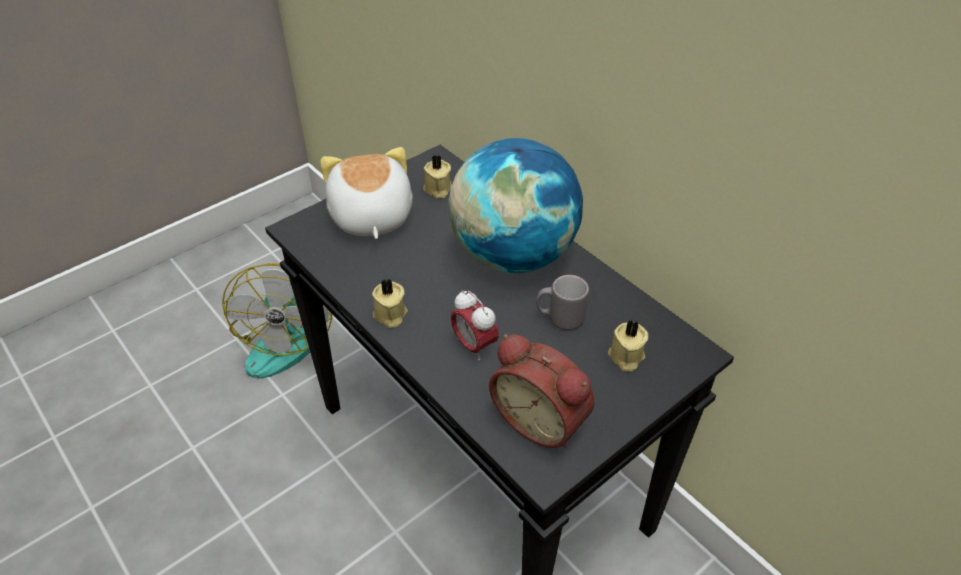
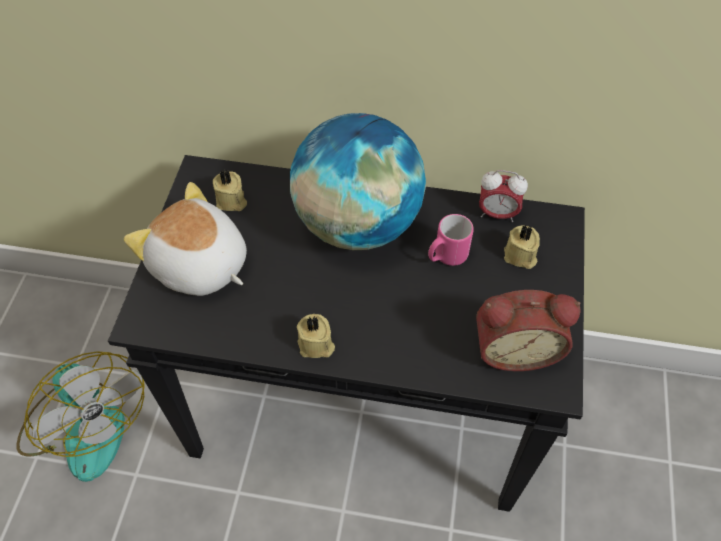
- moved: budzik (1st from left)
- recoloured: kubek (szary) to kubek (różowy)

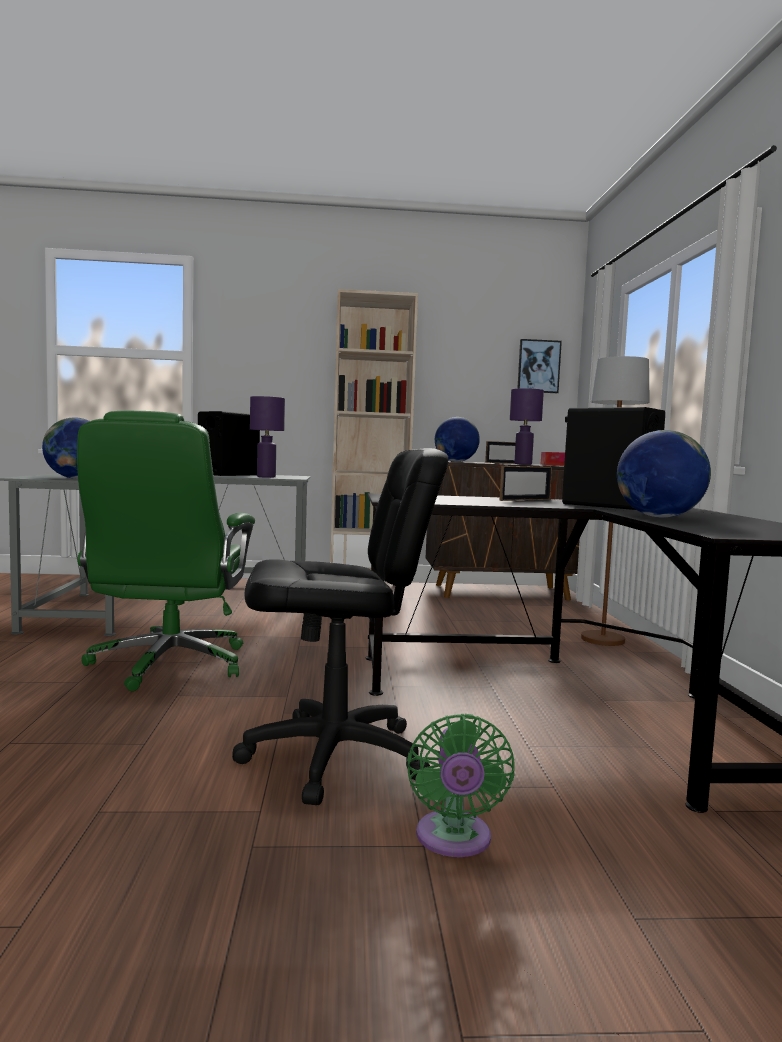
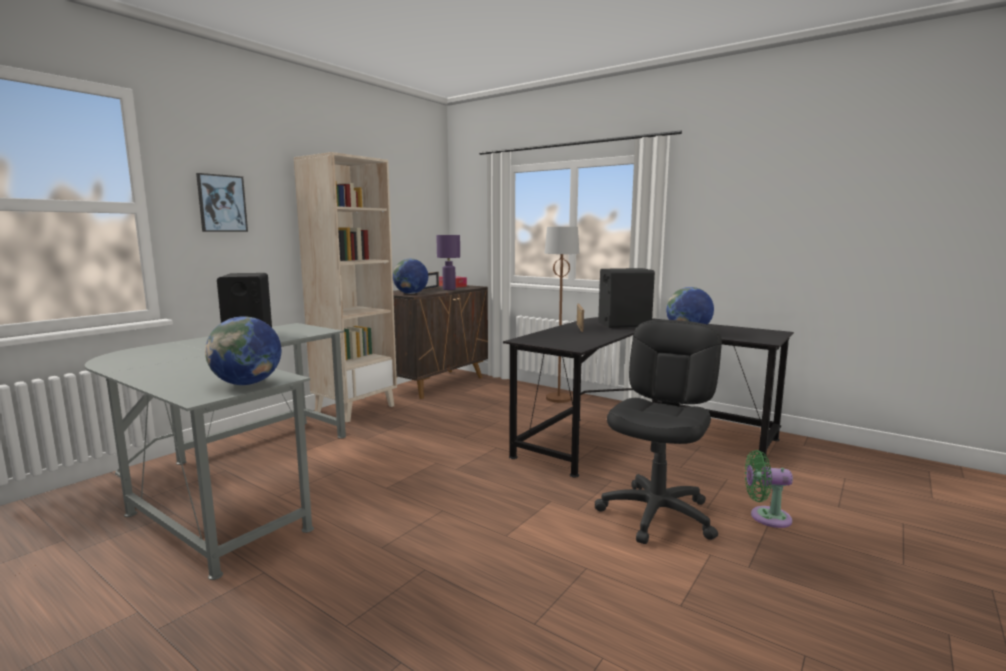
- removed: krzesło biurowe (zielony)
- removed: lampa stołowa (fioletowy) (1st from left)
- moved: obraz
- turned: wentylator (zielony) 150 degrees clockwise

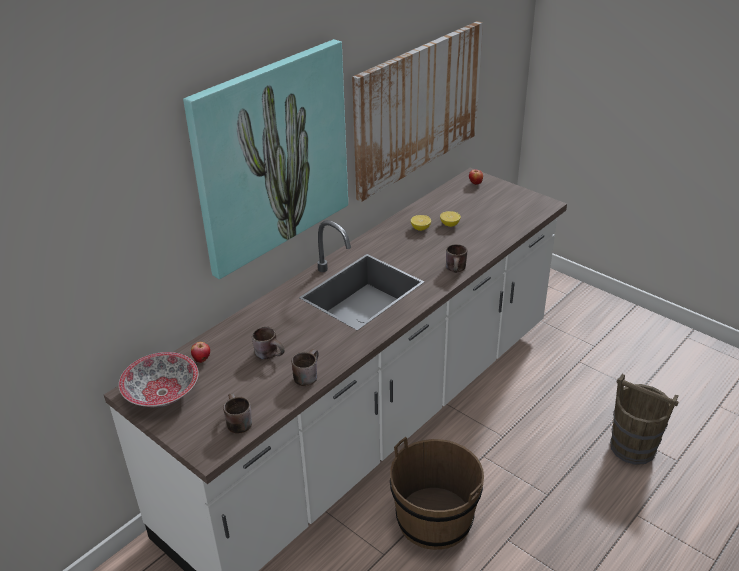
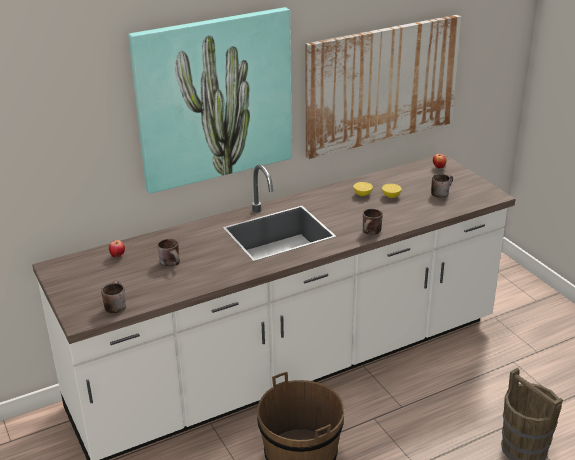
- removed: miska
- moved: kubek (brązowy) (3rd from left in the first image) to kubek (brązowy) (4th from left)

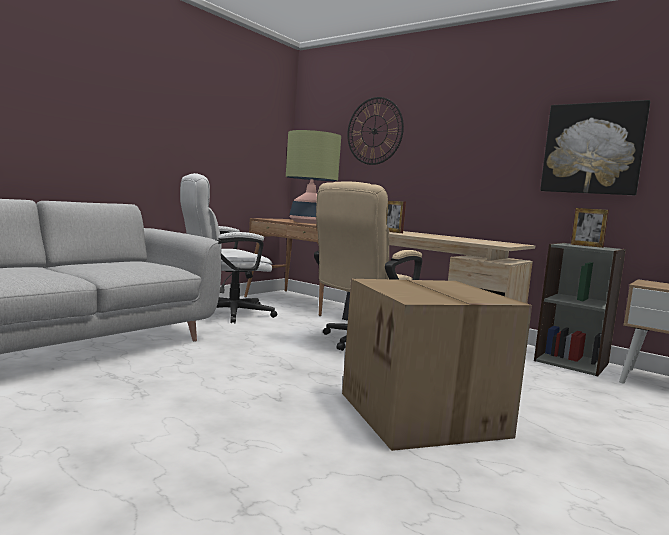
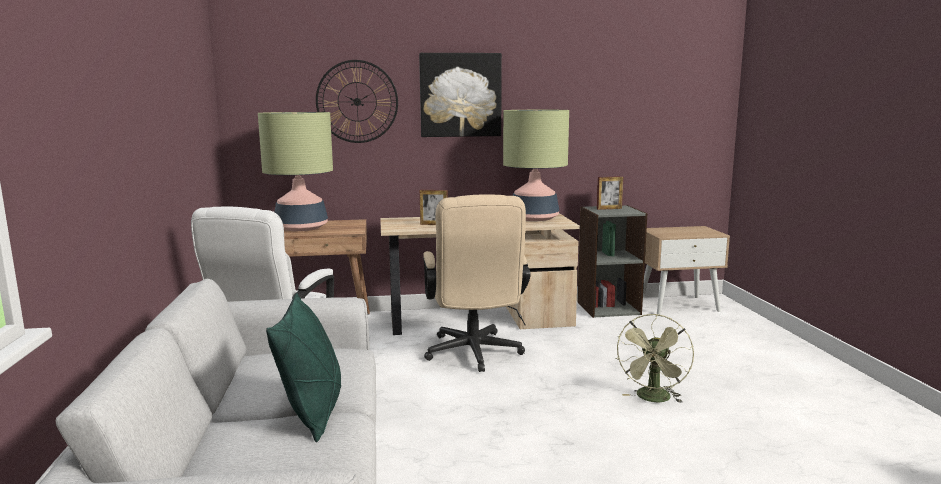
- added: poduszka (zielony)
- added: lampa stołowa (2nd from left)
- moved: obraz
- replaced: karton to wentylator (zielony)

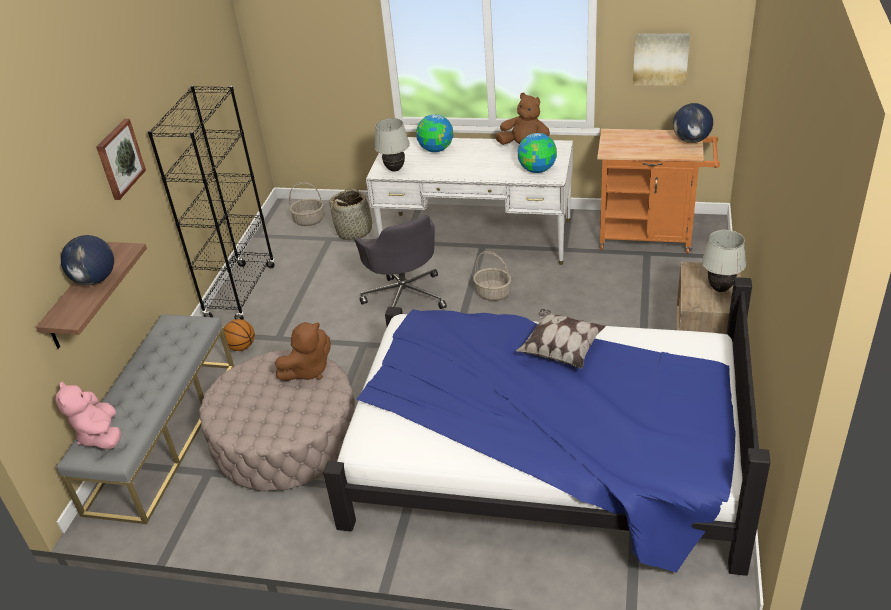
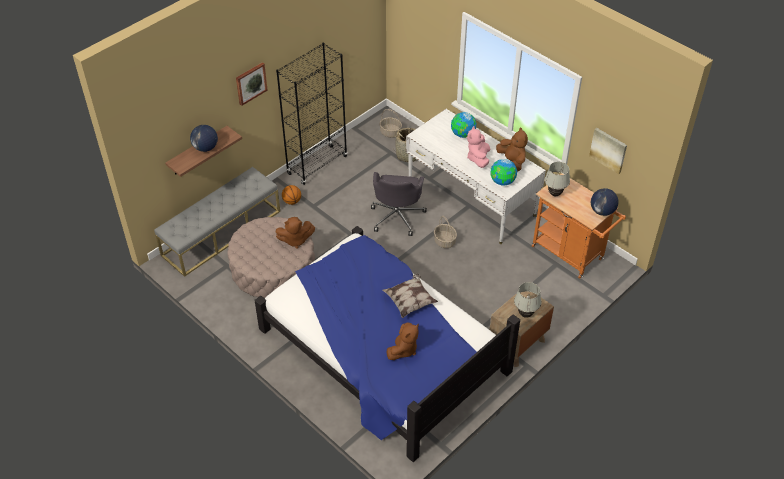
- added: pluszak (brązowy) (2nd from left)
- moved: pluszak (różowy)
- moved: lampa stołowa (biały) (1st from left in the first image) to lampa stołowa (biały) (2nd from left)

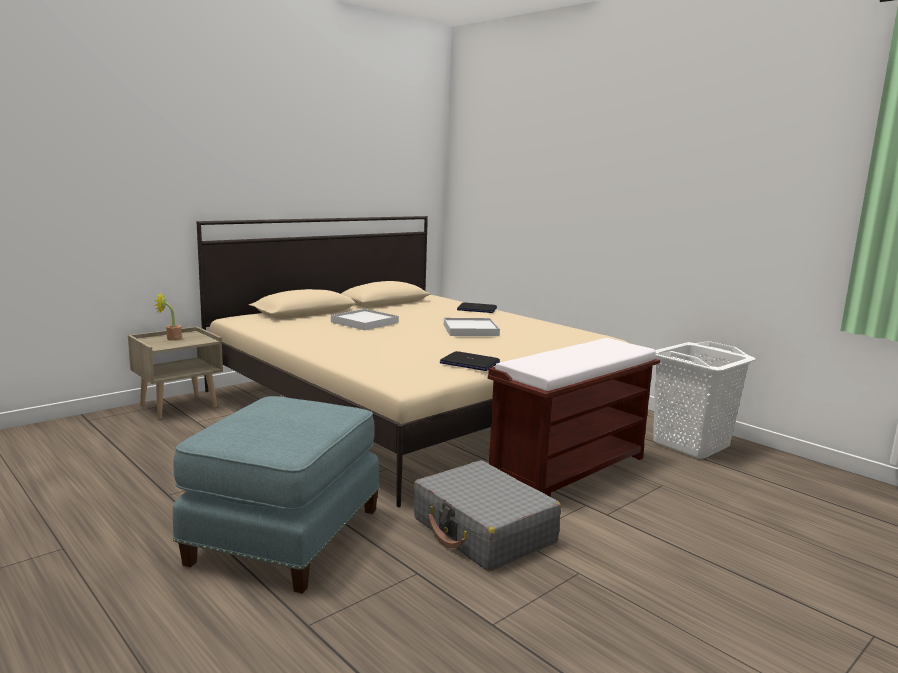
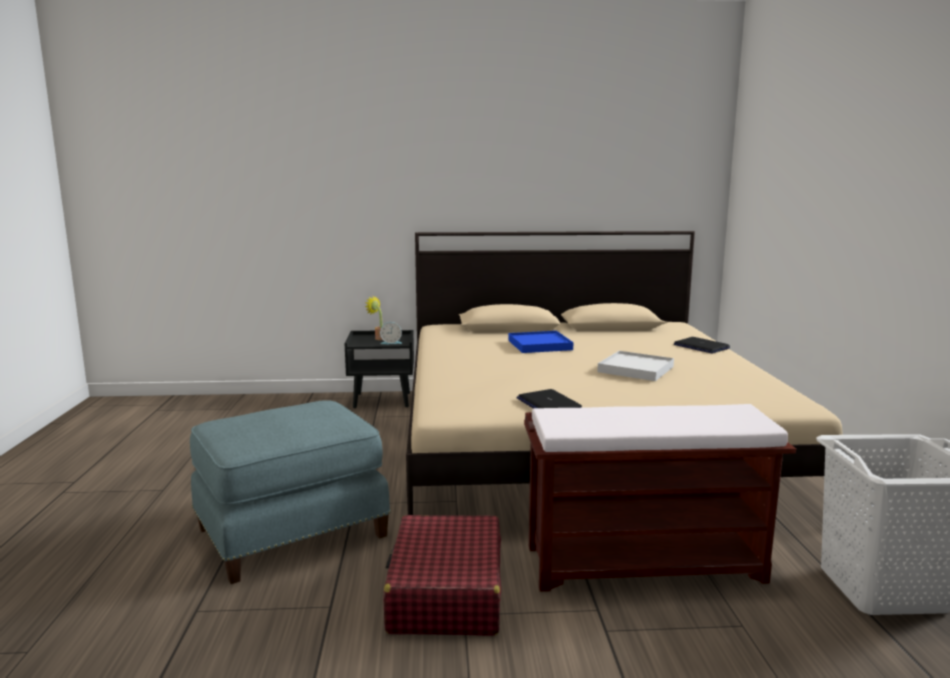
- added: budzik
- recoloured: szafka nocna (beżowy) to szafka nocna (czarny)
- recoloured: taca (biały) (1st from left) to taca (niebieski)
- recoloured: walizka (szary) to walizka (czerwony)

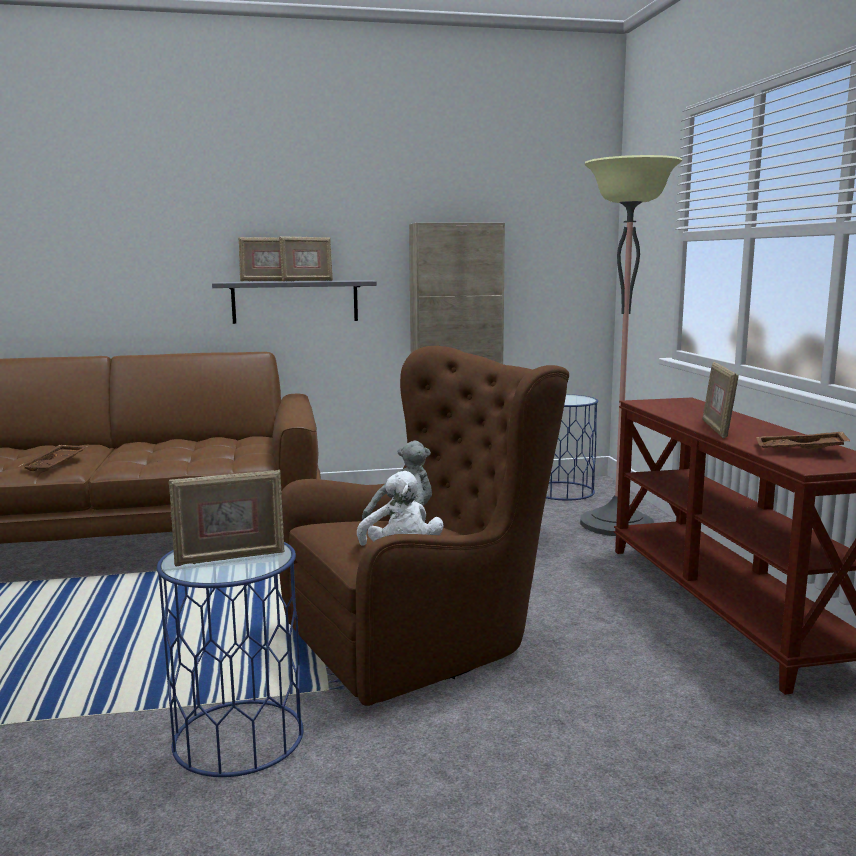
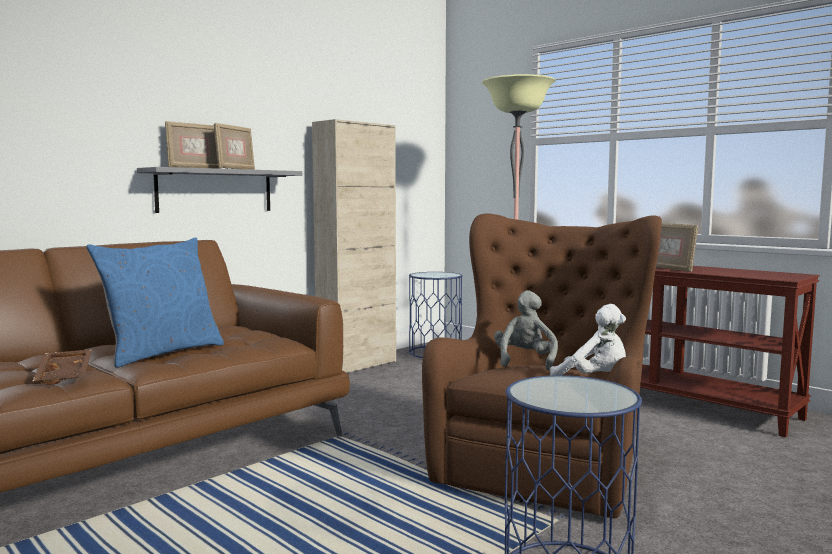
- removed: ramka na zdjęcie (1st from left)
- removed: taca (brązowy) (2nd from left)
- added: poduszka (niebieski)

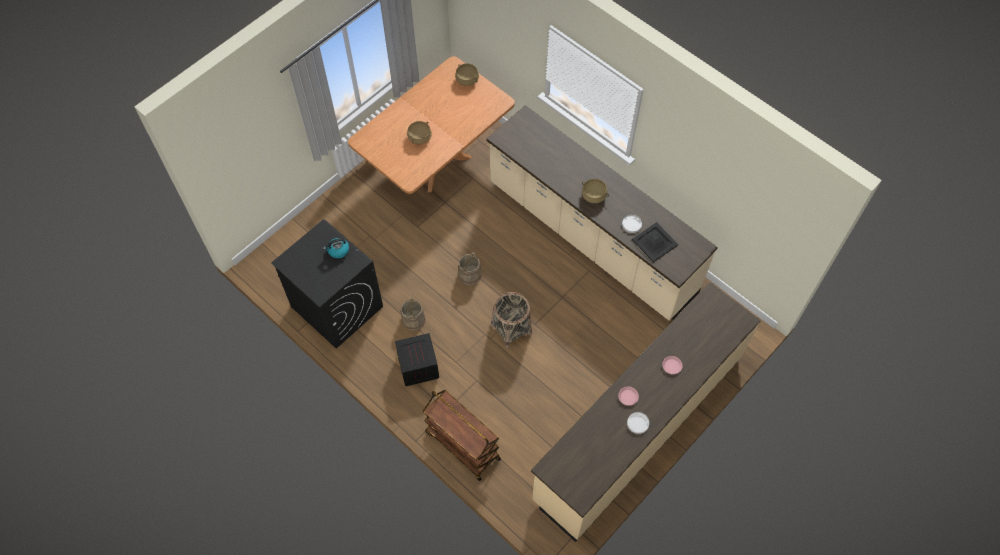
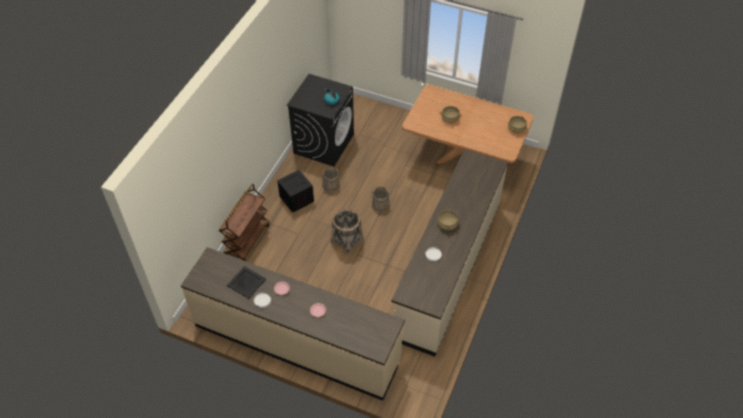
- moved: taca (czarny)

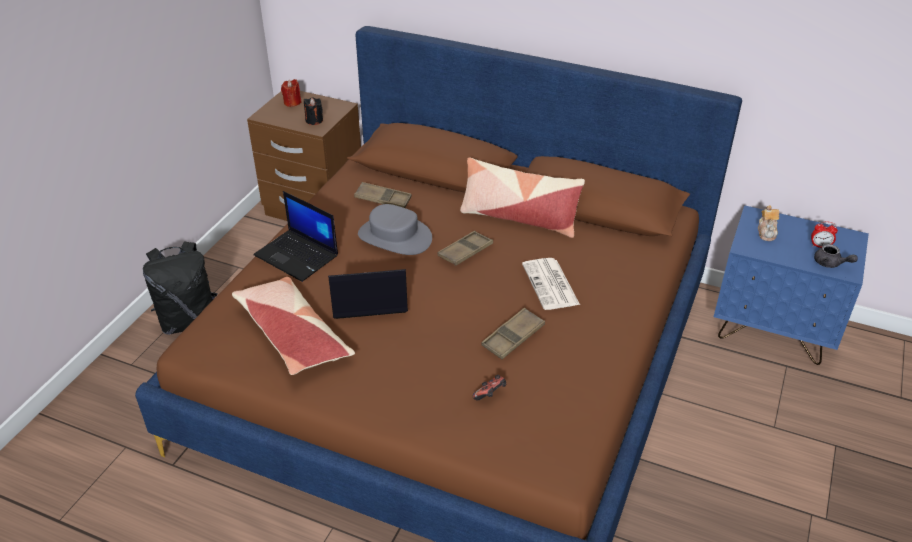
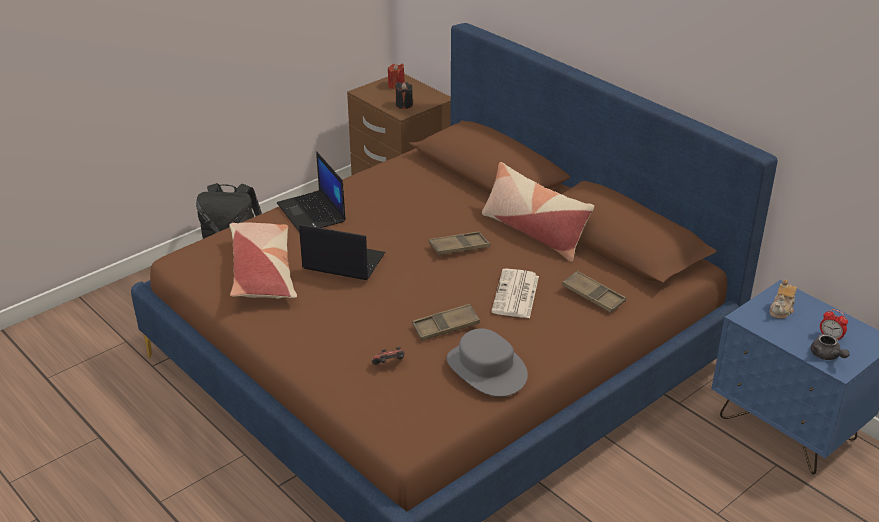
- moved: taca (brązowy) (1st from left in the first image) to taca (brązowy) (3rd from left)
- moved: kapelusz (szary)

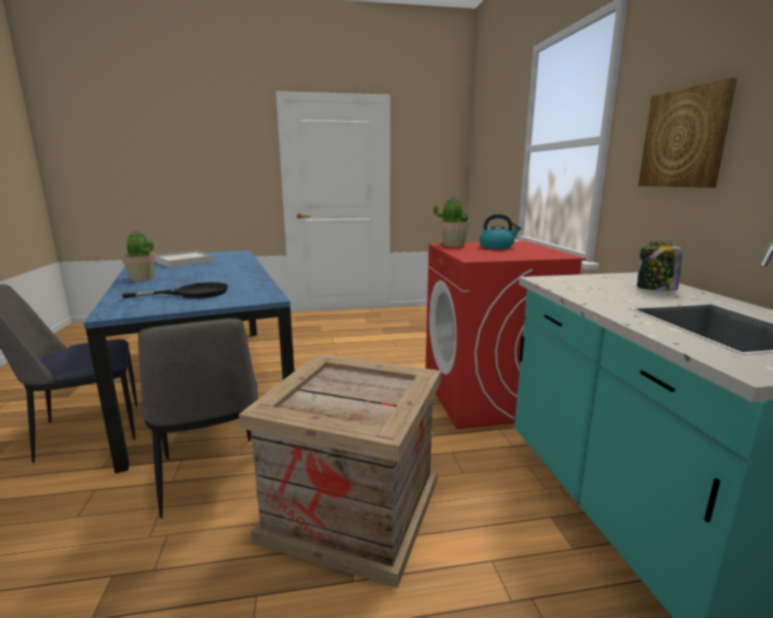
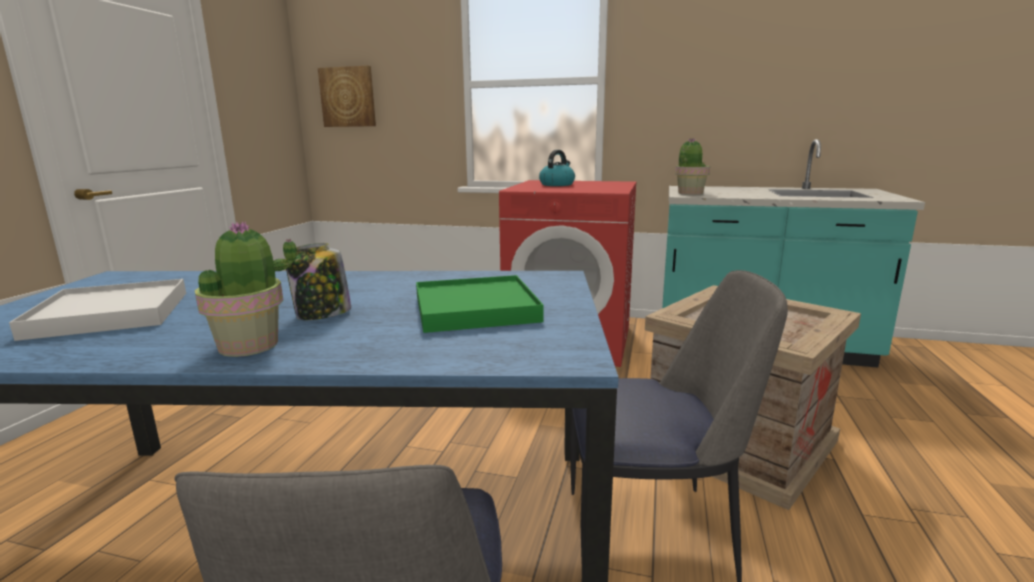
- moved: roślina doniczkowa (2nd from left)
- moved: słoik
- moved: obraz
- replaced: patelnia (czarny) to taca (zielony)

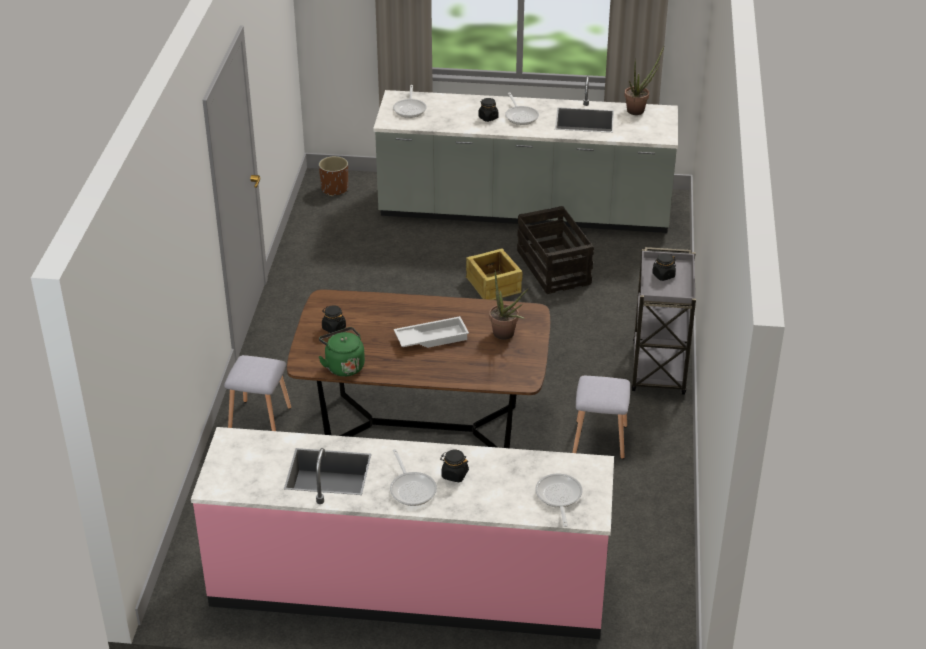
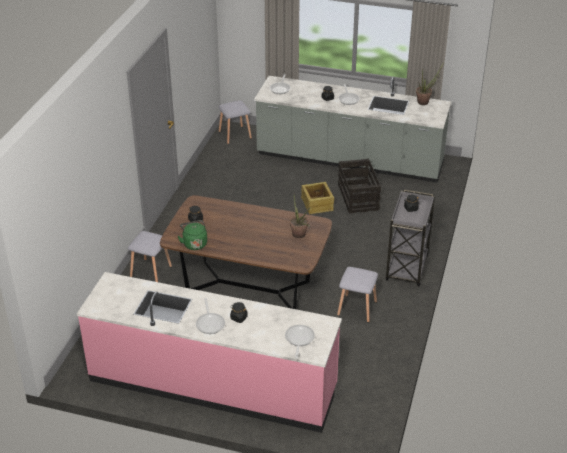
- removed: taca (biały)
- replaced: donica (brązowy) to stołek (szary) (2nd from left)

